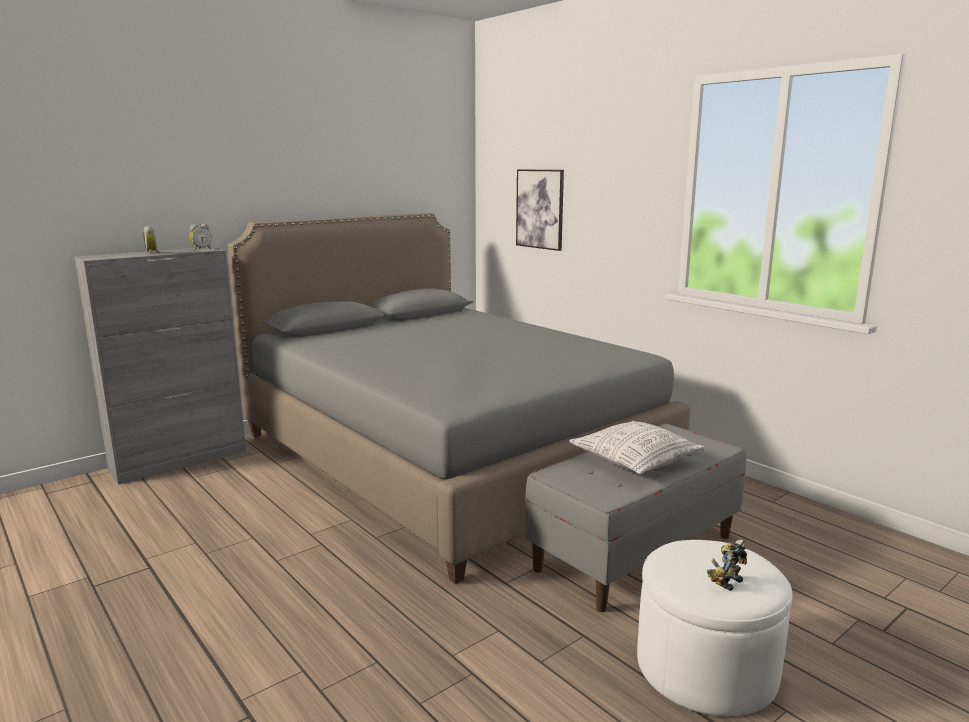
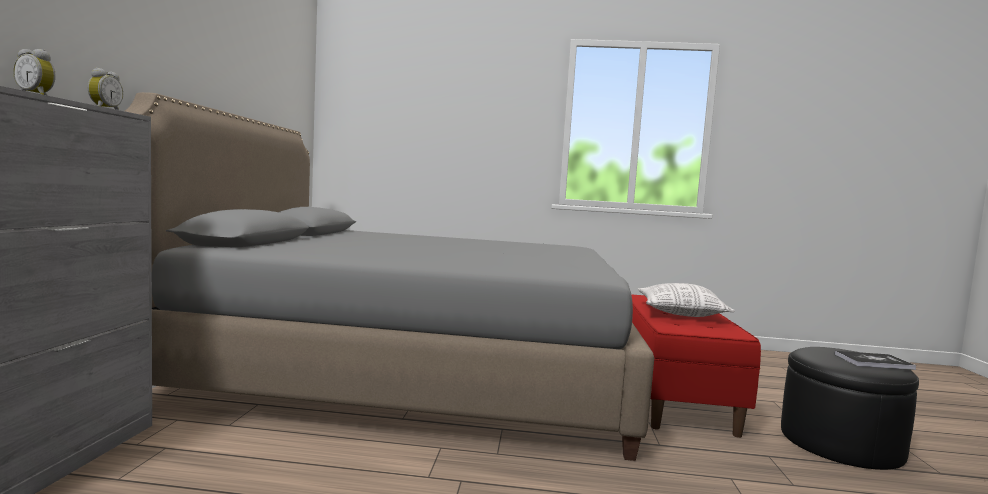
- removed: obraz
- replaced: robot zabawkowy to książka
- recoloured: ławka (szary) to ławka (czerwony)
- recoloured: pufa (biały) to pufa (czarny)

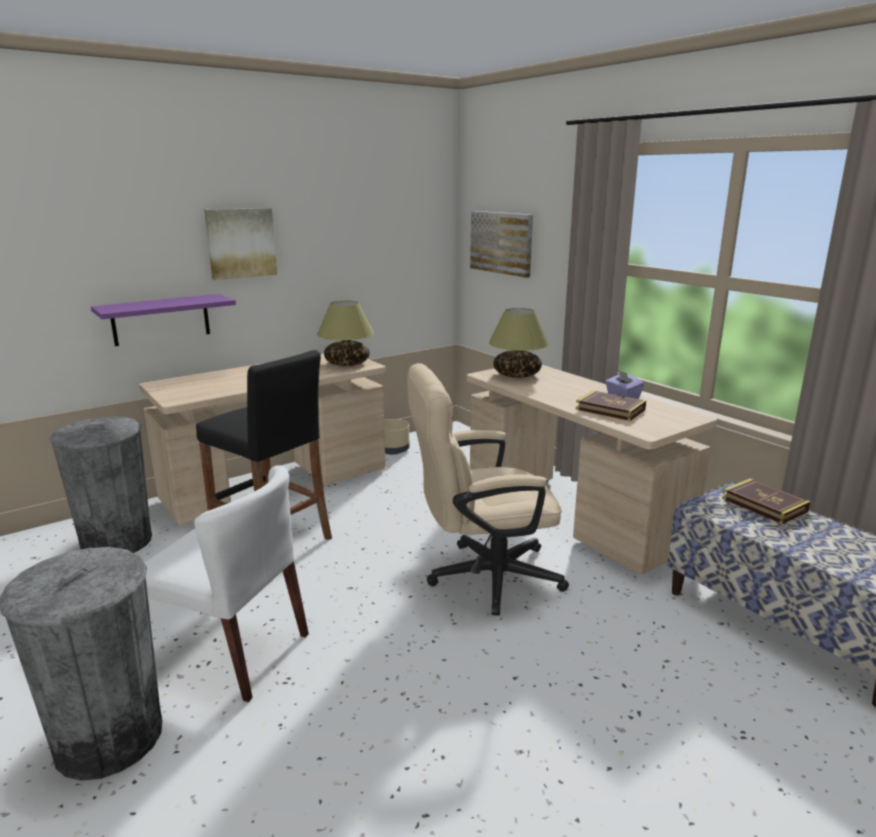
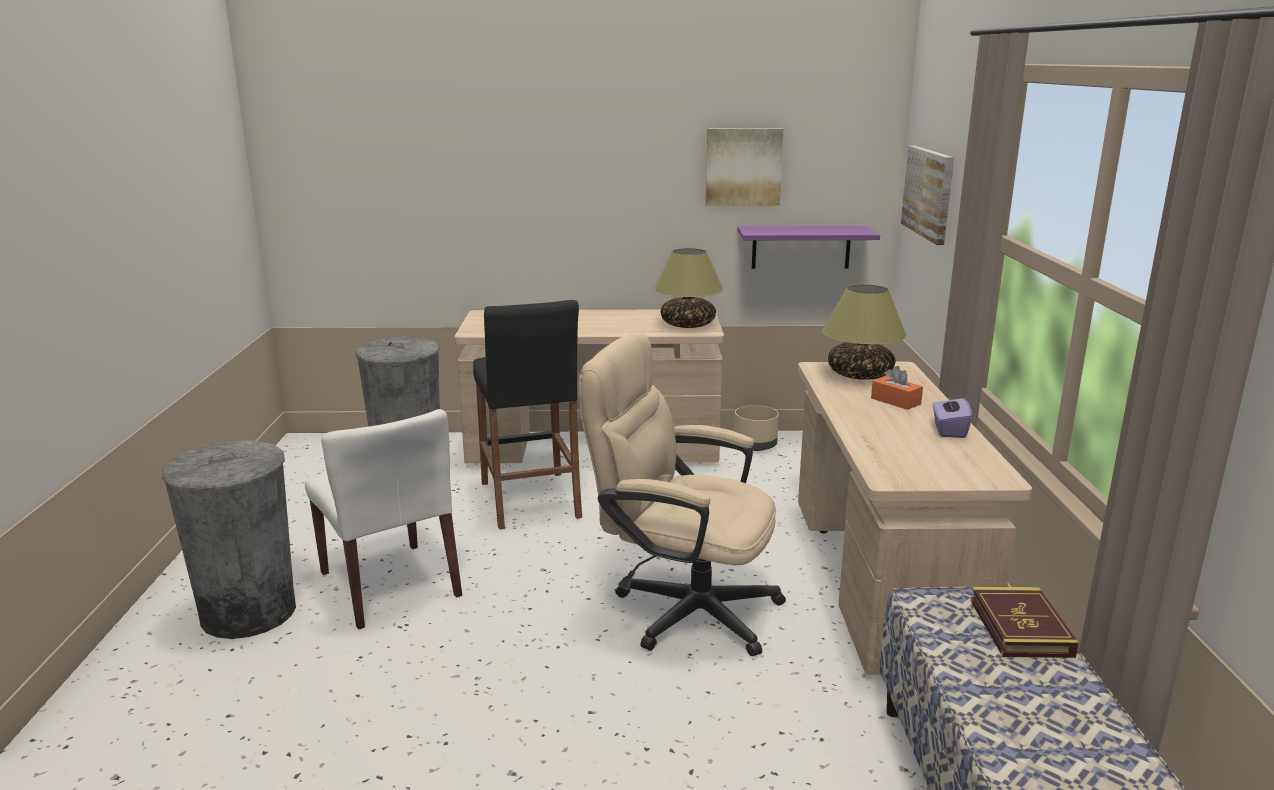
- removed: książka (1st from left)
- added: pudełko chusteczek (pomarańczowy)
- moved: półka (fioletowy)
- moved: obraz (1st from left)

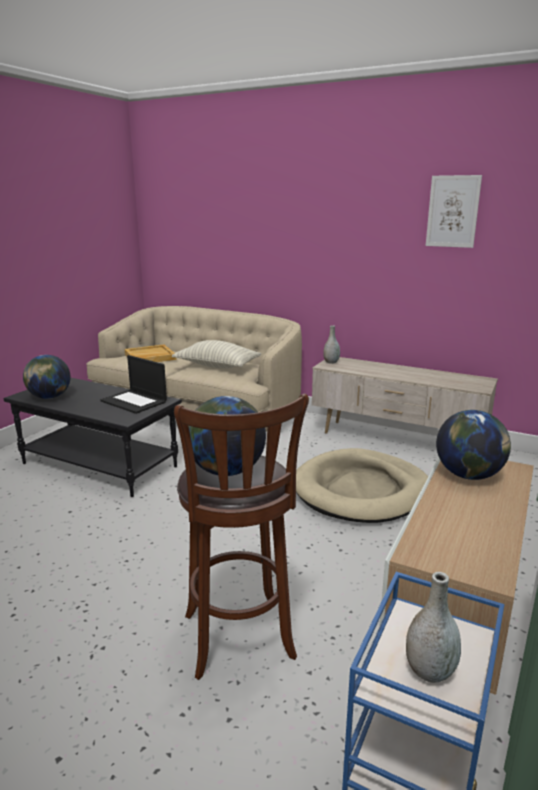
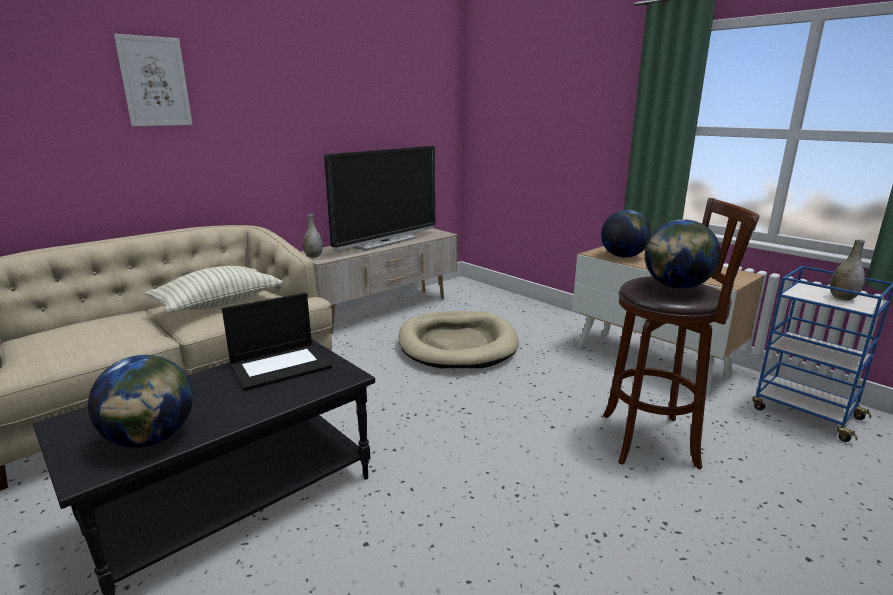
- removed: taca (beżowy)
- added: telewizor
- moved: obraz

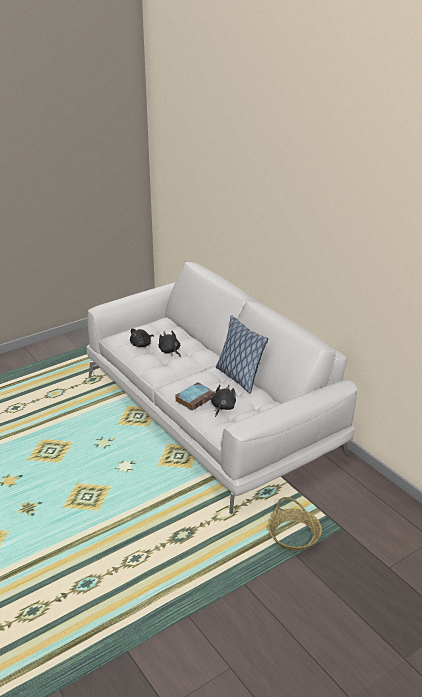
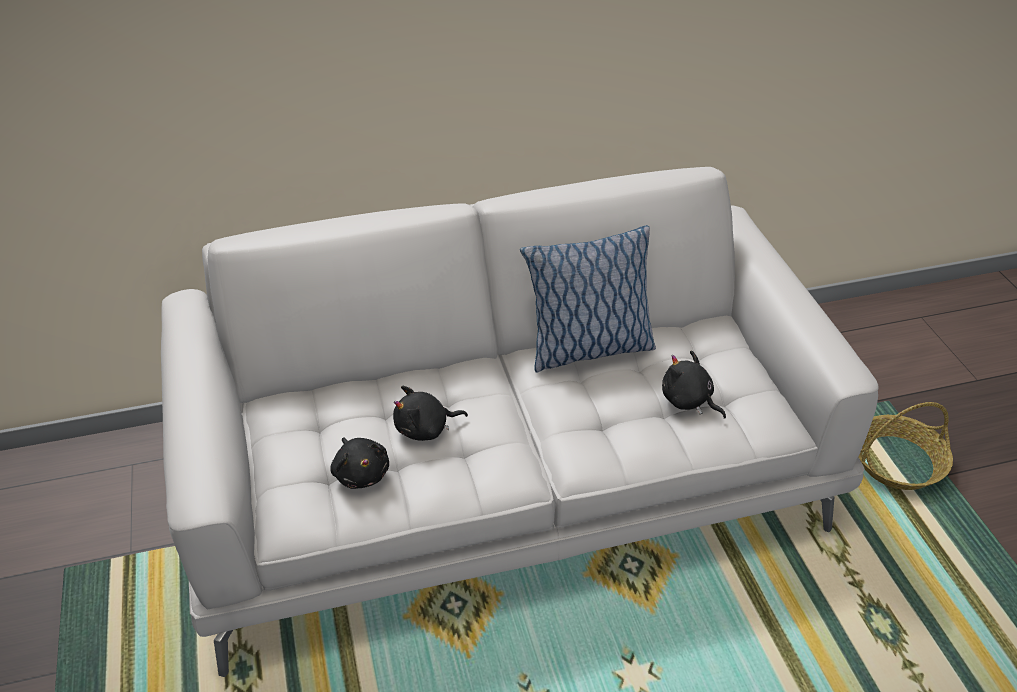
- removed: książka

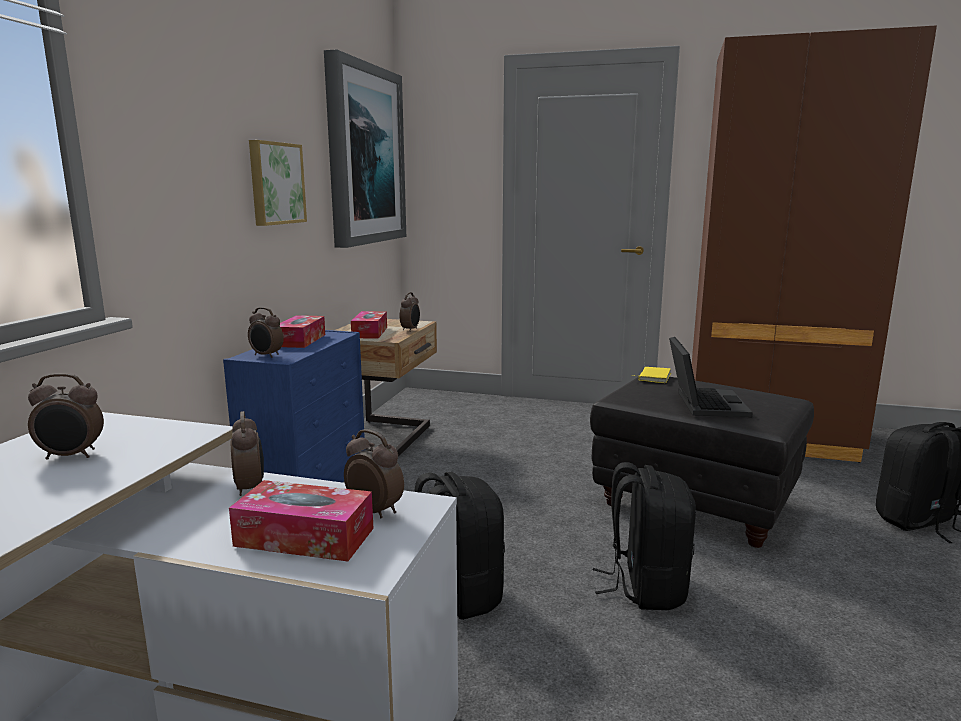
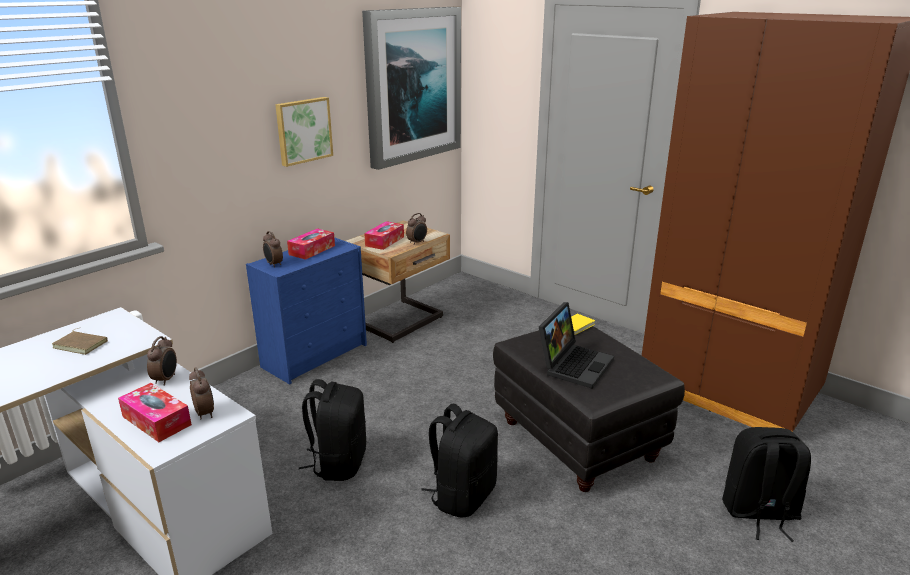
- replaced: budzik (1st from left) to książka (brązowy)

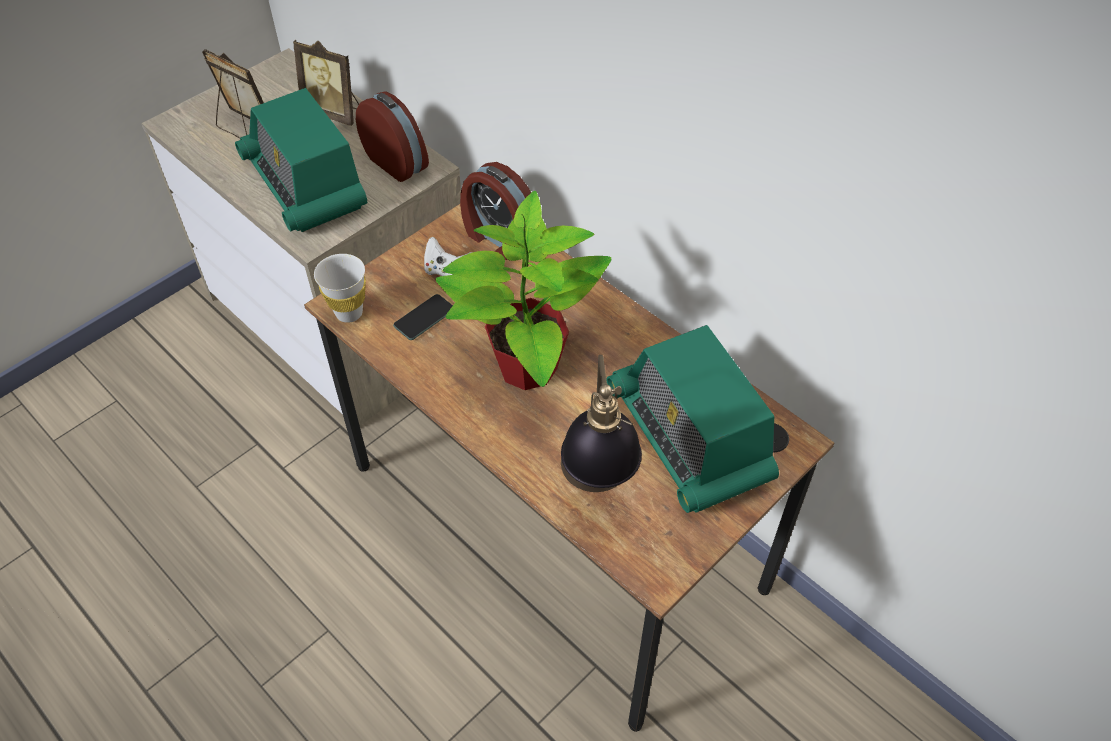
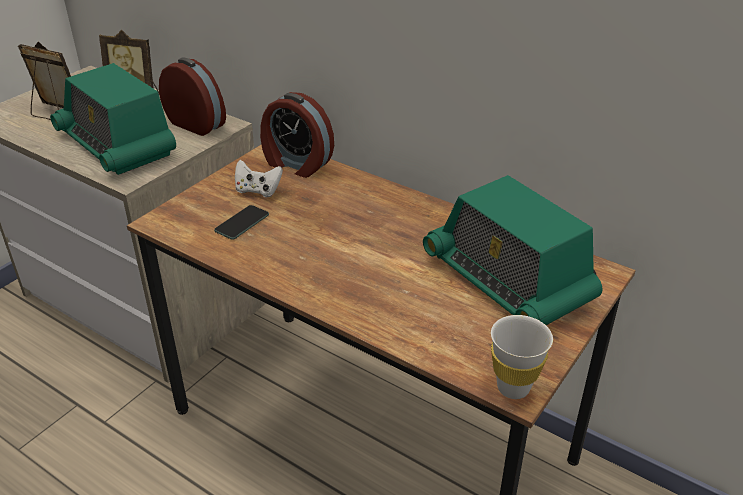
- removed: roślina doniczkowa
- removed: lampa stołowa
- moved: filiżanka (biały)

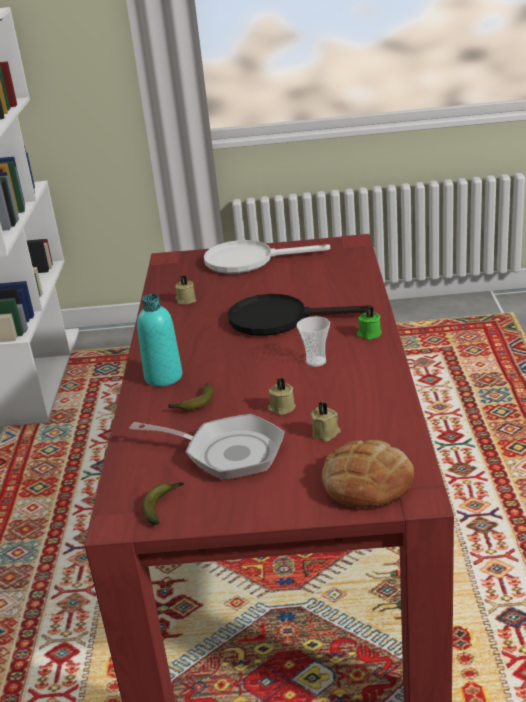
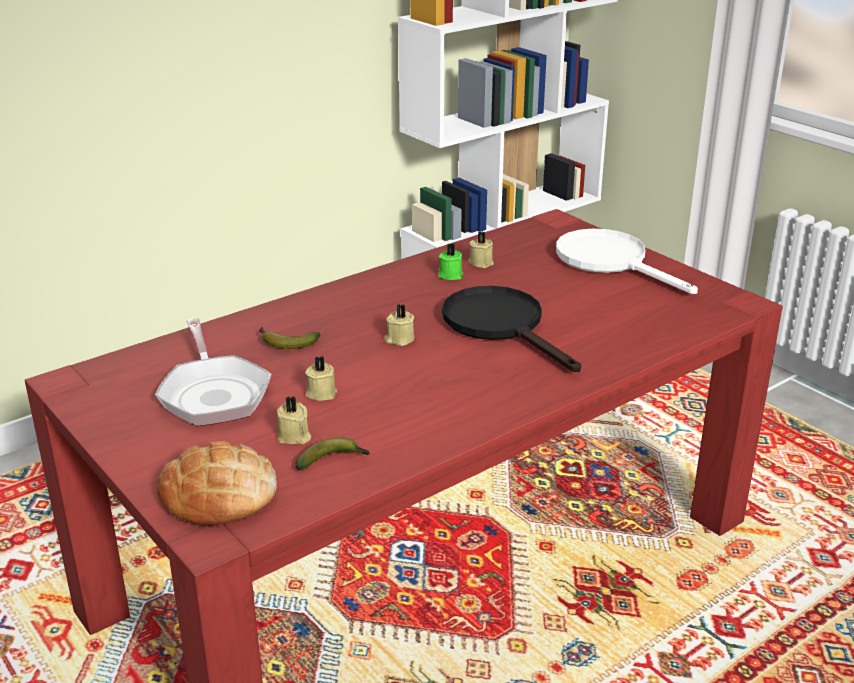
- removed: butelka (turkusowy)
- removed: filiżanka
- added: świeca (beżowy) (3rd from left)
- moved: banan (1st from left in the first image) to banan (2nd from left)
- moved: świeca (zielony)

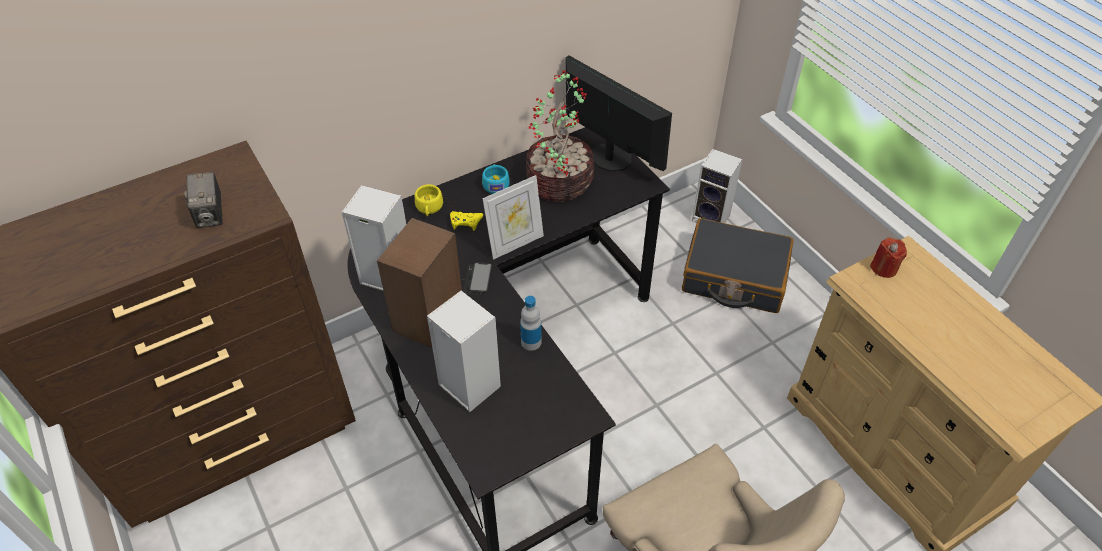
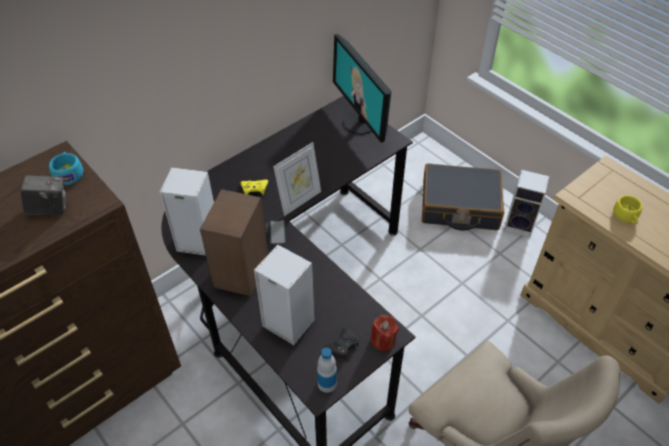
- removed: roślina doniczkowa
- added: pad do gier (czarny)
- moved: filiżanka (żółty)
- moved: filiżanka (turkusowy)
- moved: butelka
- moved: głośnik (4th from left)
- moved: świeca (czerwony)
- turned: aparat fotograficzny 75 degrees counterclockwise
- turned: monitor 150 degrees counterclockwise

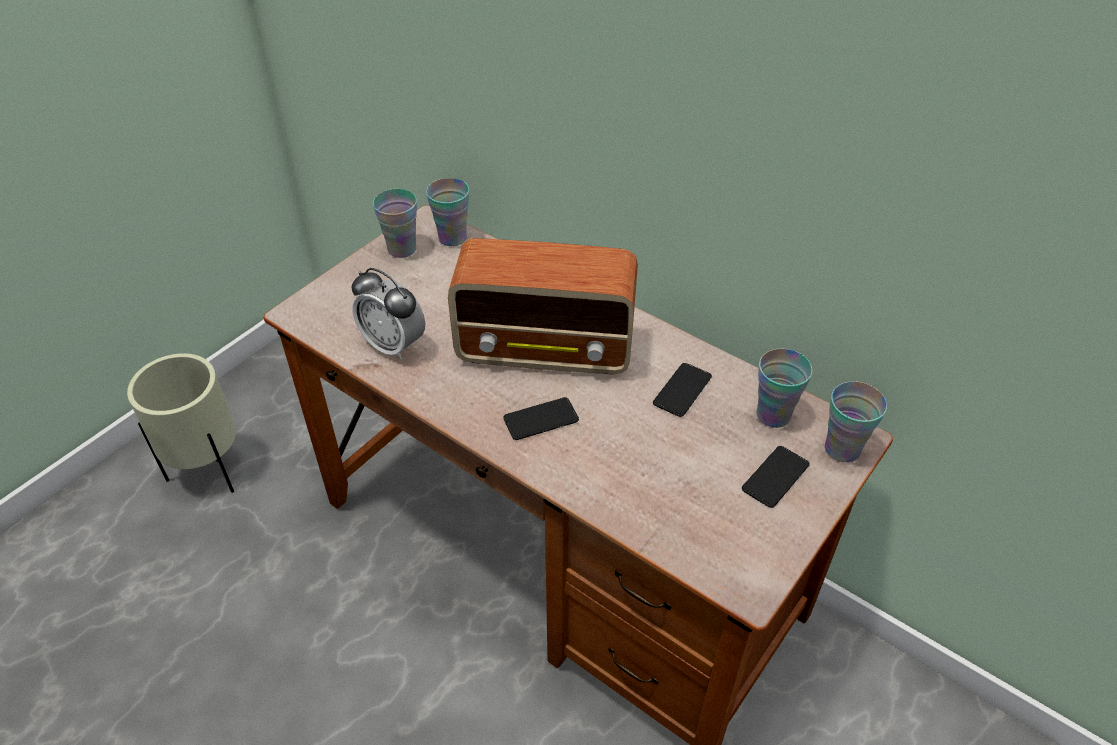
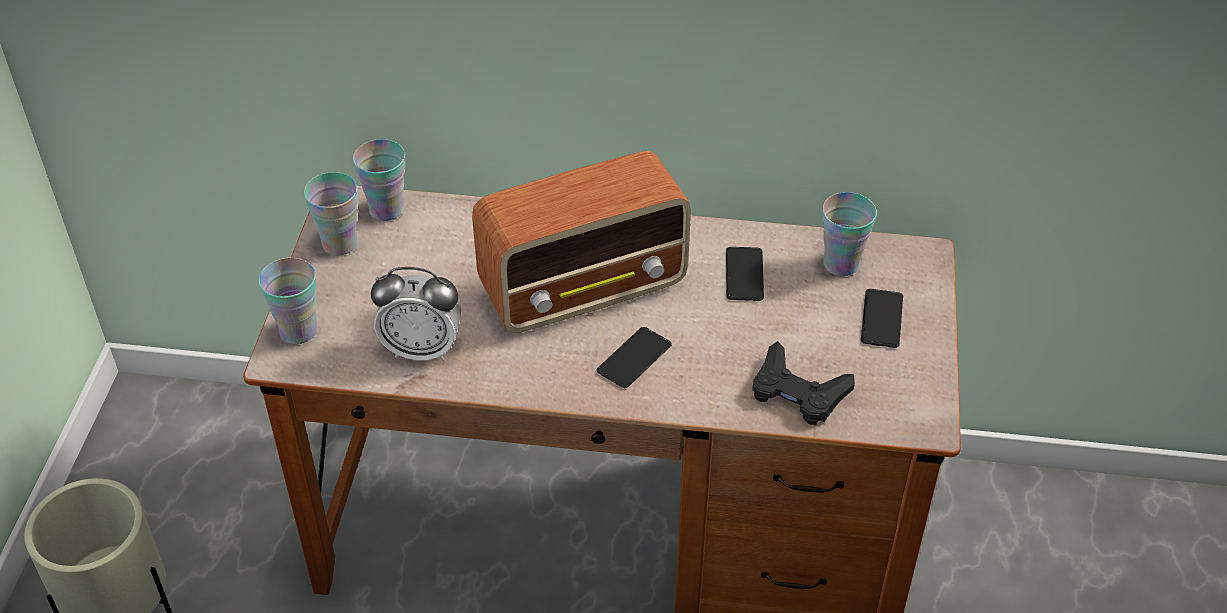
- added: pad do gier (czarny)
- moved: filiżanka (4th from left in the first image) to filiżanka (1st from left)

